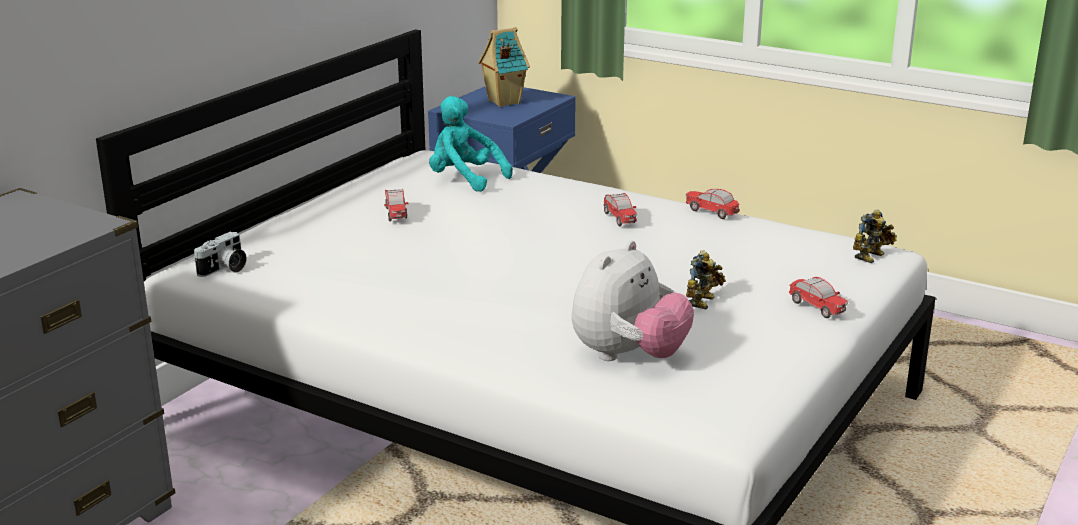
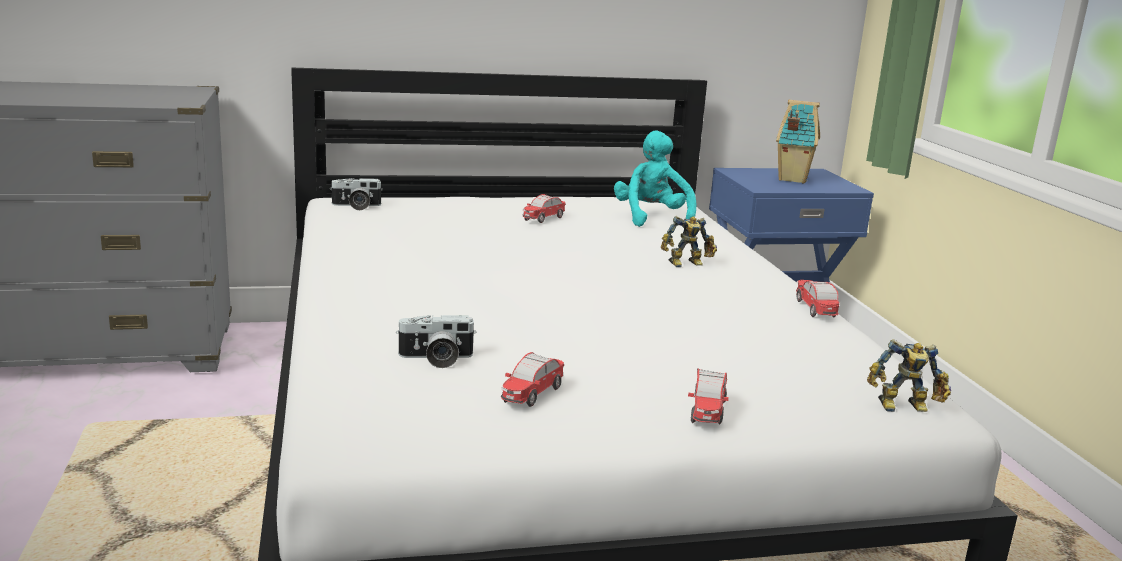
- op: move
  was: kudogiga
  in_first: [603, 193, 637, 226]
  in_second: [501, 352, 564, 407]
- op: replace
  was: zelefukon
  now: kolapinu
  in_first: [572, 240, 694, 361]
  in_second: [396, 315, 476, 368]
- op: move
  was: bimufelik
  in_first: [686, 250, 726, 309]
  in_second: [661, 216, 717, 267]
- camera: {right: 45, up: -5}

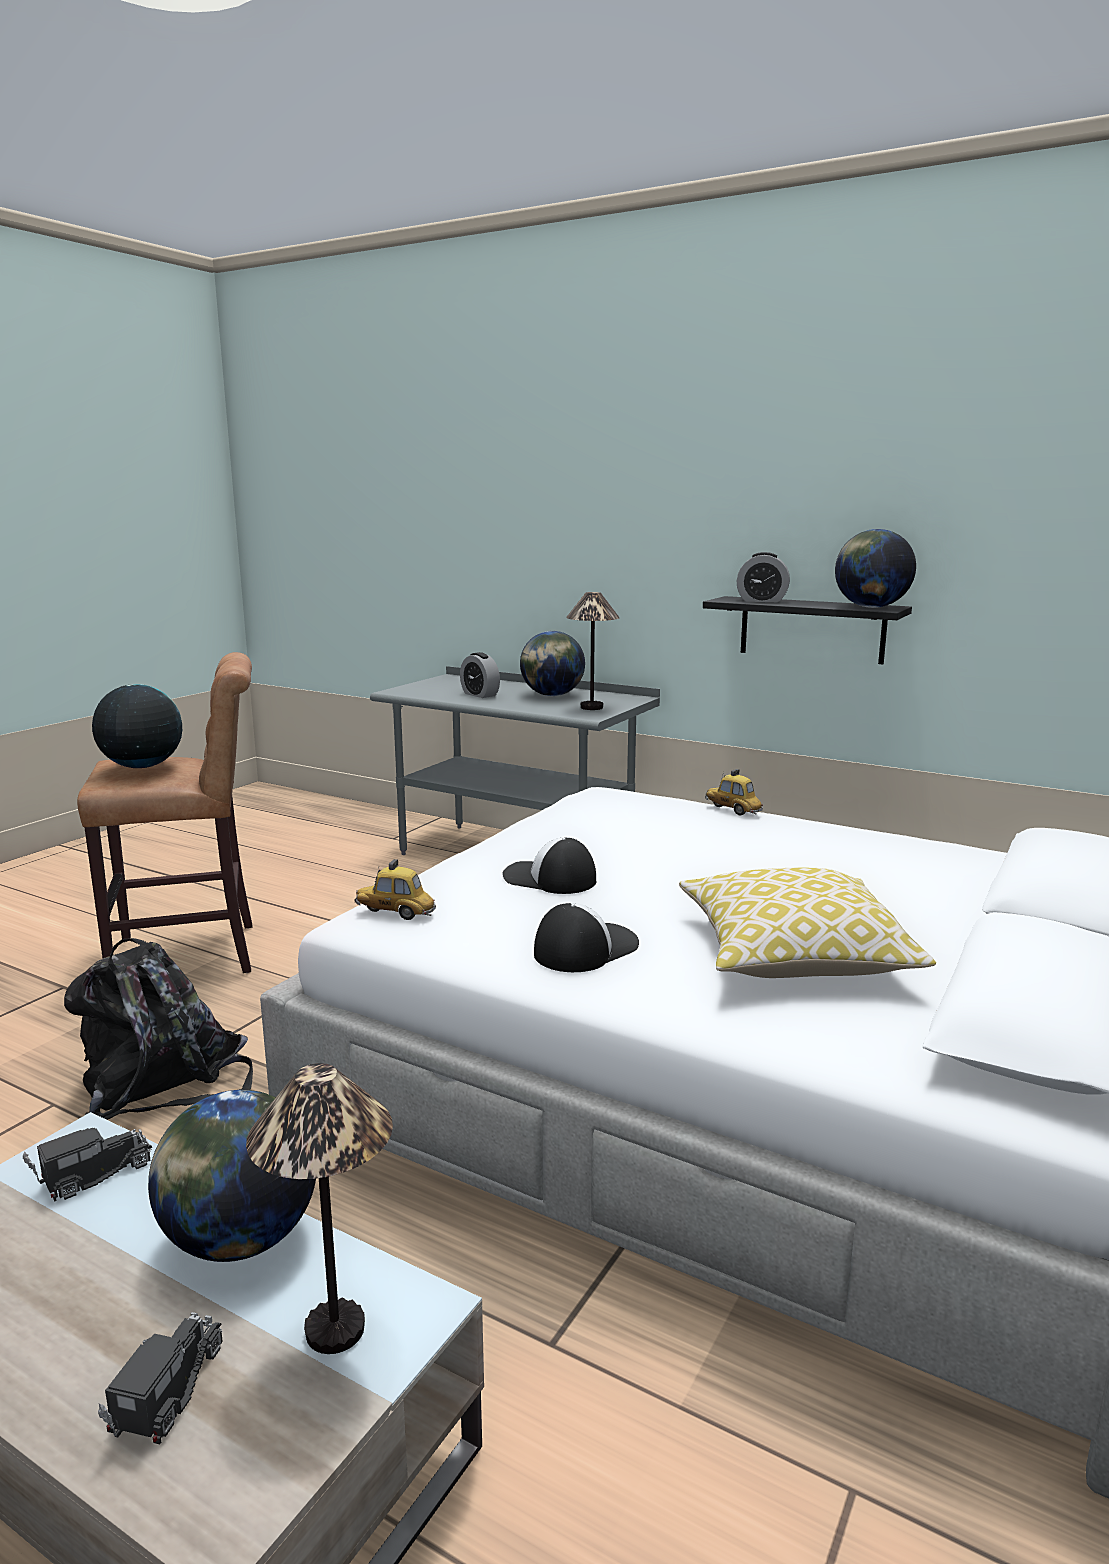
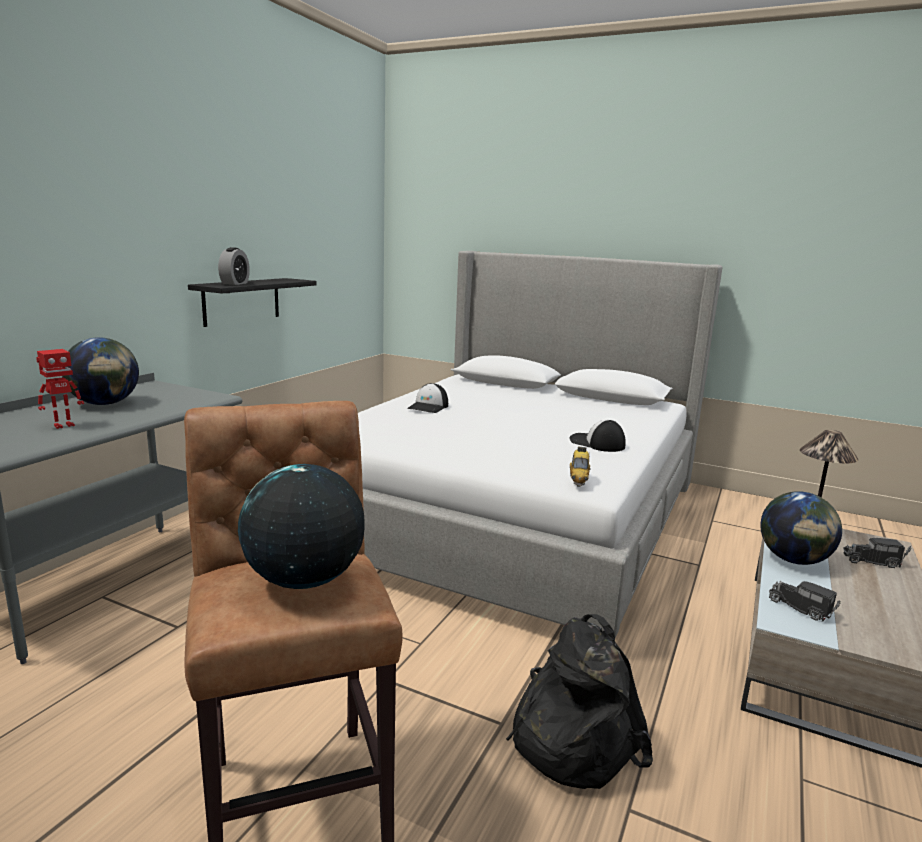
- op: delete
  was: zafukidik
  in_first: [835, 529, 916, 608]
- op: delete
  was: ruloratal
  in_first: [566, 592, 620, 710]
- op: replace
  was: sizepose
  now: bimufelik
  in_first: [460, 652, 500, 698]
  in_second: [36, 349, 84, 429]
- op: delete
  was: kudogiga
  in_first: [705, 769, 763, 816]
- op: move
  was: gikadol
  in_first: [502, 838, 596, 894]
  in_second: [407, 383, 448, 413]
- op: delete
  was: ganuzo
  in_first: [679, 868, 936, 978]
- camera: {right: -95, up: 0}

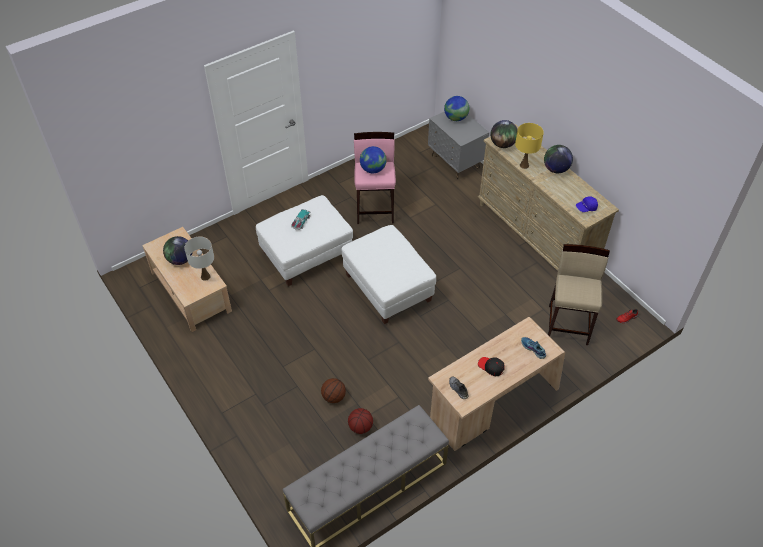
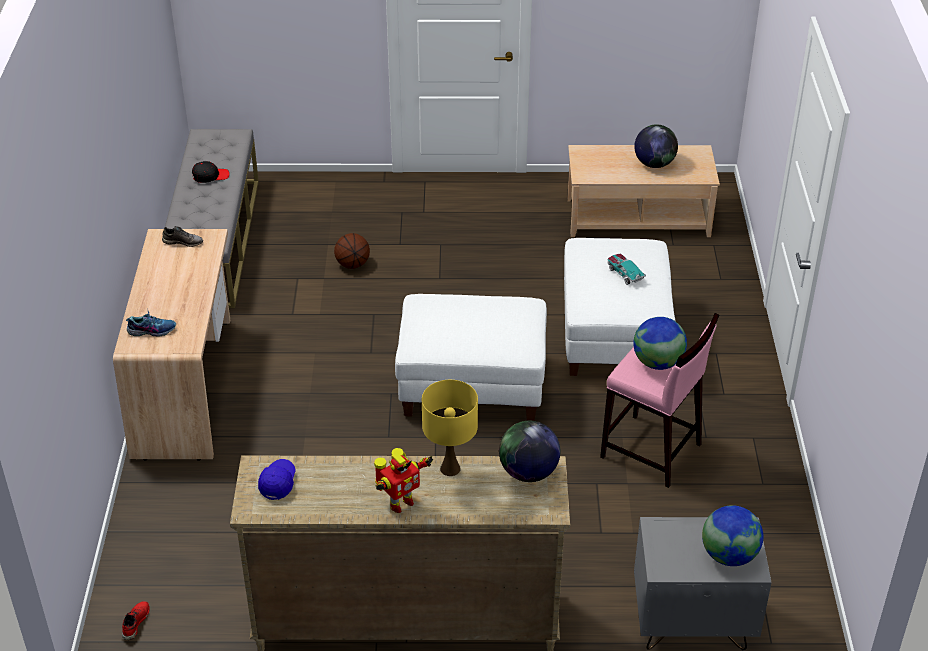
- op: replace
  was: zafukidik
  now: bimufelik
  in_first: [544, 145, 573, 173]
  in_second: [374, 448, 433, 513]
- op: delete
  was: white_ruloratal
  in_first: [184, 237, 214, 281]
- op: delete
  was: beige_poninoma
  in_first: [548, 244, 610, 345]
- op: move
  was: black_gikadol
  in_first: [478, 357, 505, 376]
  in_second: [192, 161, 230, 183]
- op: delete
  was: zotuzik
  in_first: [348, 408, 373, 434]
- camera: {right: 125, up: -10}

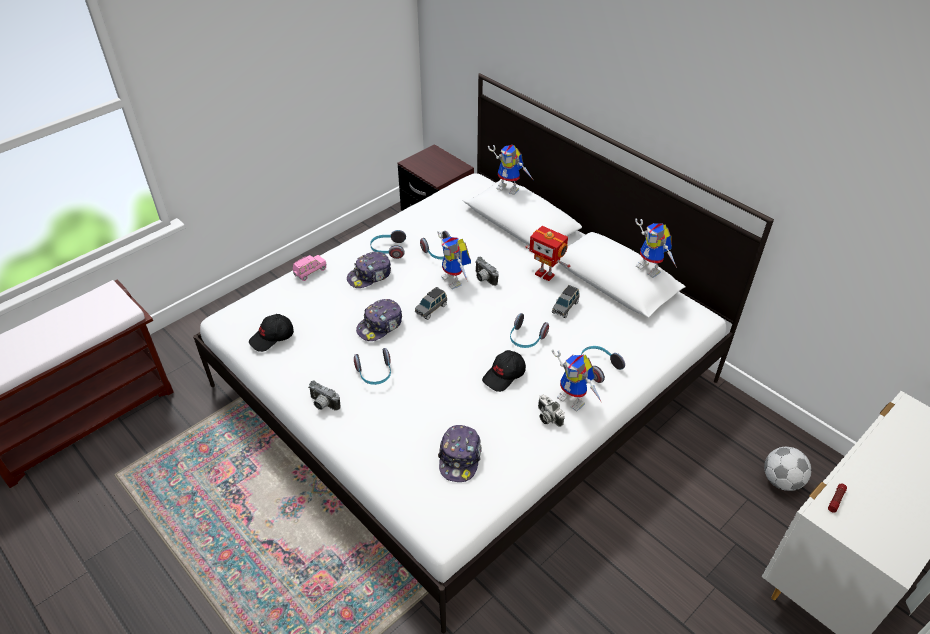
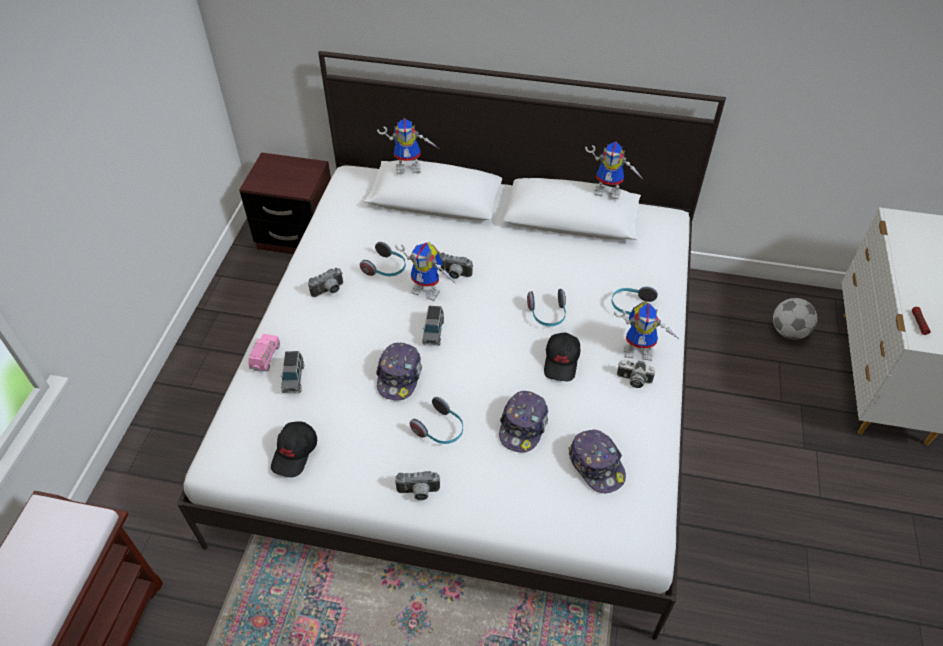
- op: delete
  was: bimufelik
  in_first: [525, 226, 570, 281]
- op: replace
  was: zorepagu
  now: kolapinu
  in_first: [370, 230, 406, 259]
  in_second: [308, 268, 343, 297]
- op: move
  was: gikadol
  in_first: [347, 252, 391, 288]
  in_second: [499, 391, 548, 453]
- op: move
  was: grey_kudogiga
  in_first: [552, 285, 579, 318]
  in_second: [281, 351, 304, 393]
- camera: {right: -35, up: 5}

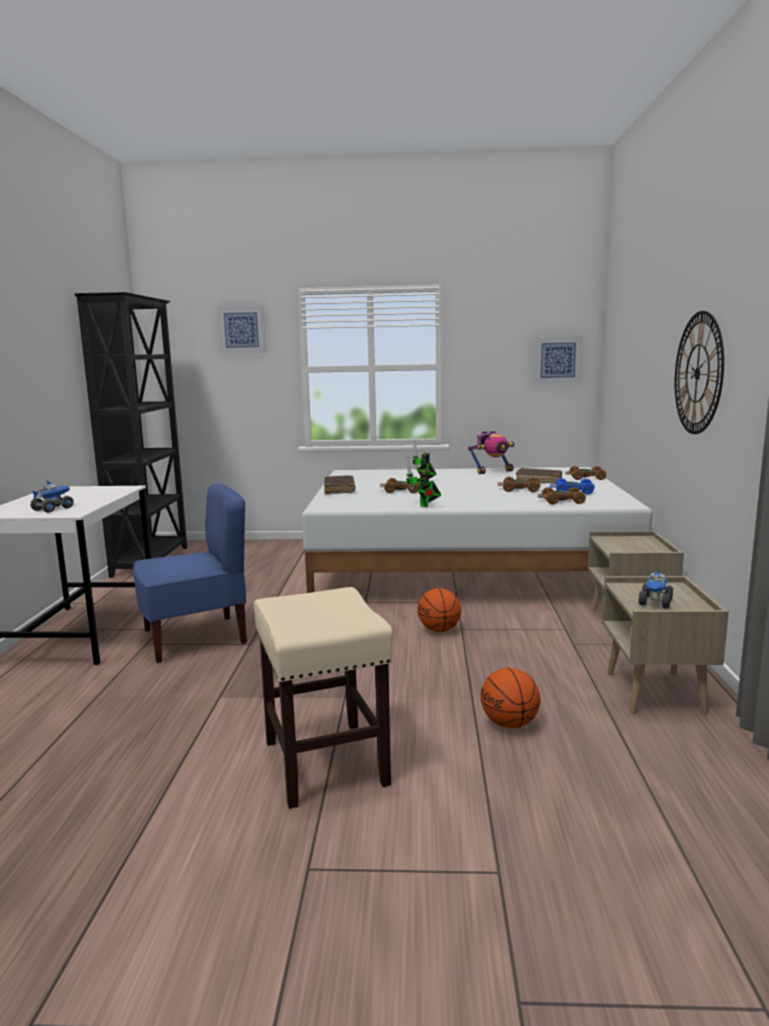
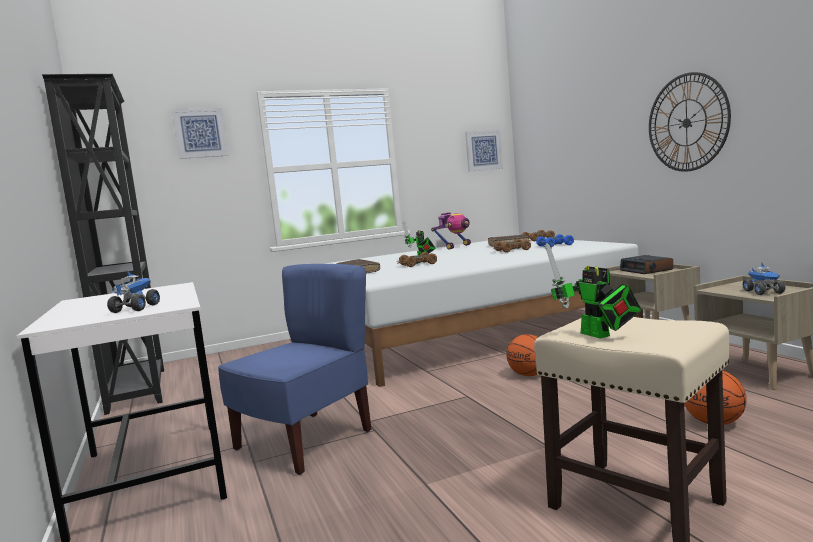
- op: move
  was: bimufelik
  in_first: [406, 455, 441, 507]
  in_second: [546, 243, 641, 339]
- op: delete
  was: brown_kudogiga
  in_first: [537, 487, 586, 504]
- op: insert
  now: sizepose
  in_second: [620, 255, 673, 274]
- camera: {right: -25, up: -5}

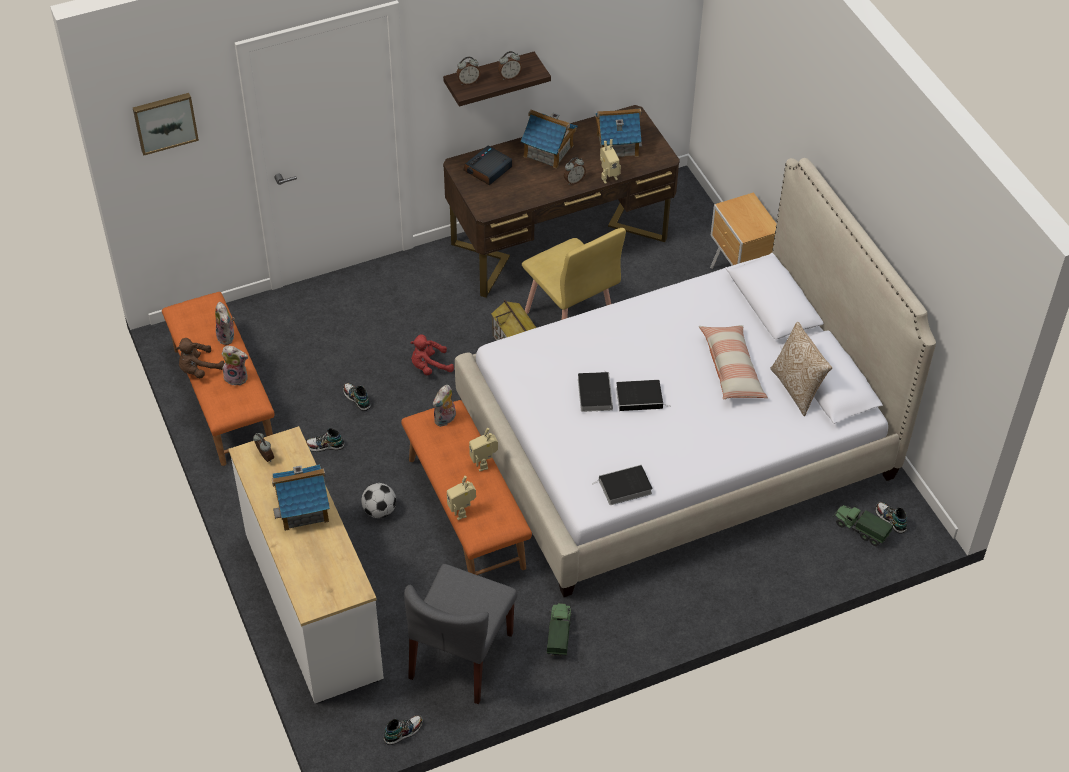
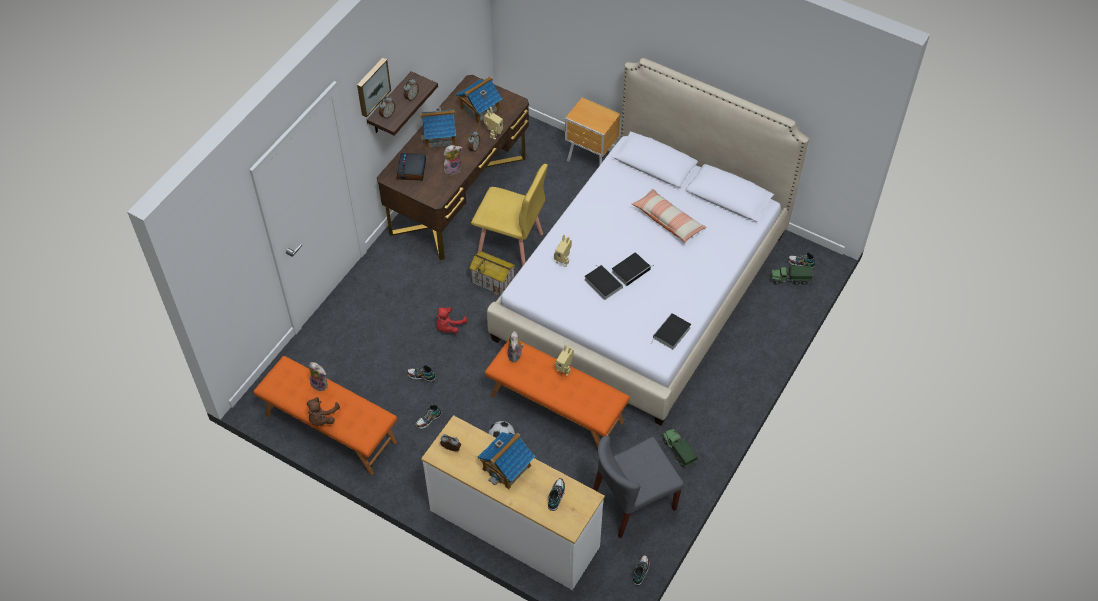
- op: move
  was: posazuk
  in_first: [133, 93, 199, 156]
  in_second: [357, 58, 391, 117]
- op: delete
  was: ganuzo
  in_first: [770, 322, 833, 416]
- op: move
  was: zelefukon
  in_first: [221, 346, 248, 386]
  in_second: [444, 145, 462, 175]
- op: move
  was: bimufelik
  in_first: [447, 476, 476, 520]
  in_second: [554, 234, 572, 267]
- op: rotate
  was: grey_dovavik
  in_first: [404, 564, 517, 704]
  in_second: [593, 436, 684, 538]
  clockwise: 75
- op: insert
  now: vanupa
  in_second: [548, 478, 565, 511]
- camera: {right: -35, up: 5}

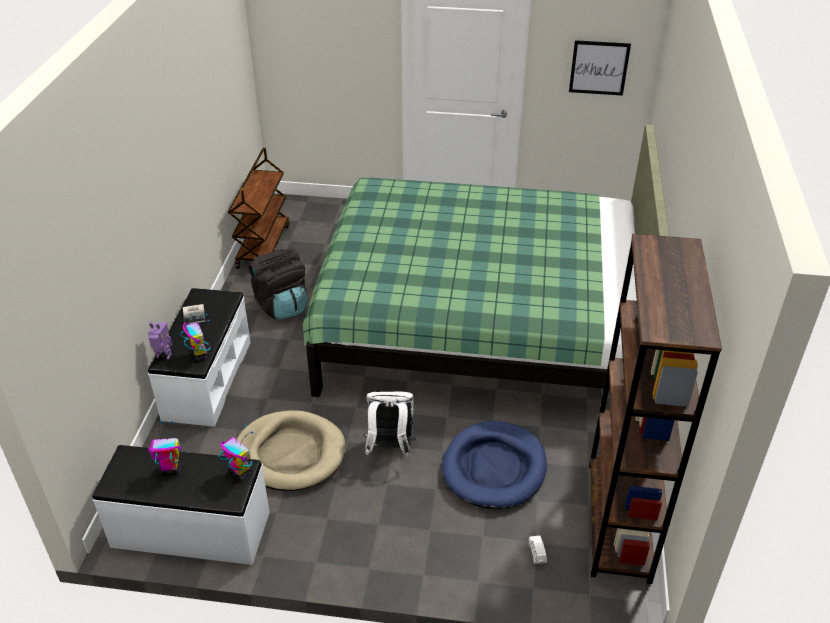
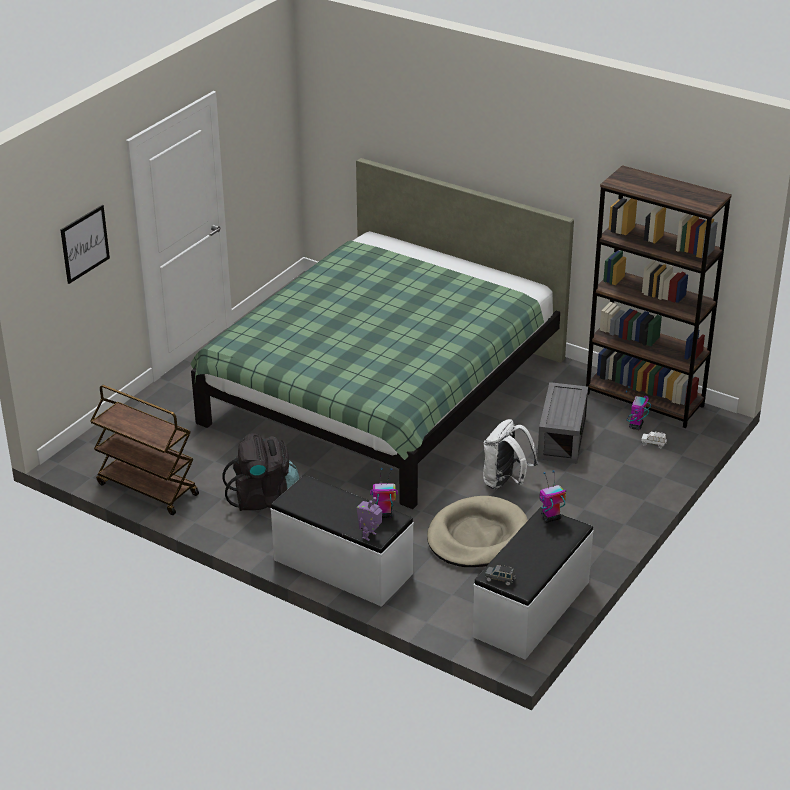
- op: move
  was: posazuk
  in_first: [569, 40, 631, 96]
  in_second: [60, 205, 110, 284]
- op: delete
  was: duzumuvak
  in_first: [183, 304, 205, 325]
- op: move
  was: bimufelik
  in_first: [148, 421, 181, 476]
  in_second: [626, 386, 651, 430]
- op: replace
  was: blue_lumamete
  now: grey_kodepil
  in_first: [442, 421, 547, 509]
  in_second: [537, 382, 588, 464]
- op: insert
  now: grey_kudogiga
  in_second: [485, 565, 516, 586]
- camera: {right: -65, up: -5}

